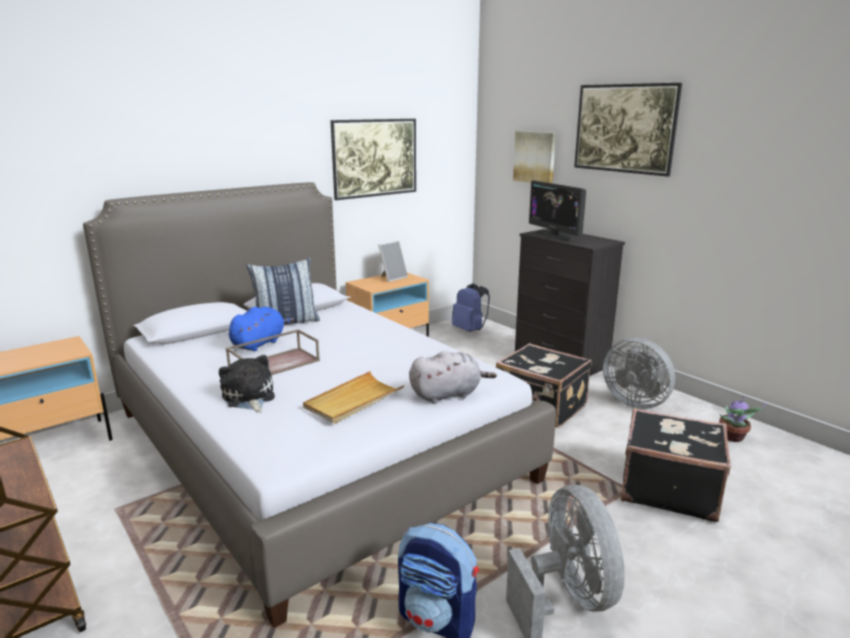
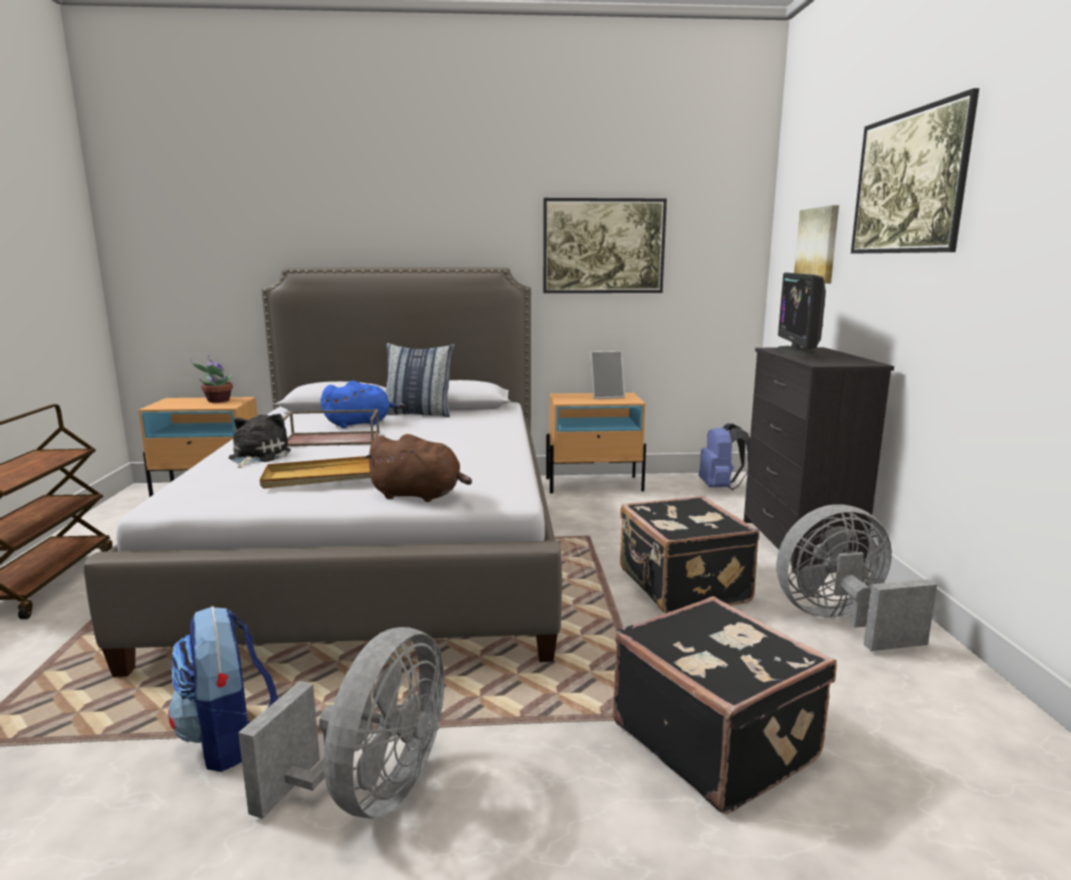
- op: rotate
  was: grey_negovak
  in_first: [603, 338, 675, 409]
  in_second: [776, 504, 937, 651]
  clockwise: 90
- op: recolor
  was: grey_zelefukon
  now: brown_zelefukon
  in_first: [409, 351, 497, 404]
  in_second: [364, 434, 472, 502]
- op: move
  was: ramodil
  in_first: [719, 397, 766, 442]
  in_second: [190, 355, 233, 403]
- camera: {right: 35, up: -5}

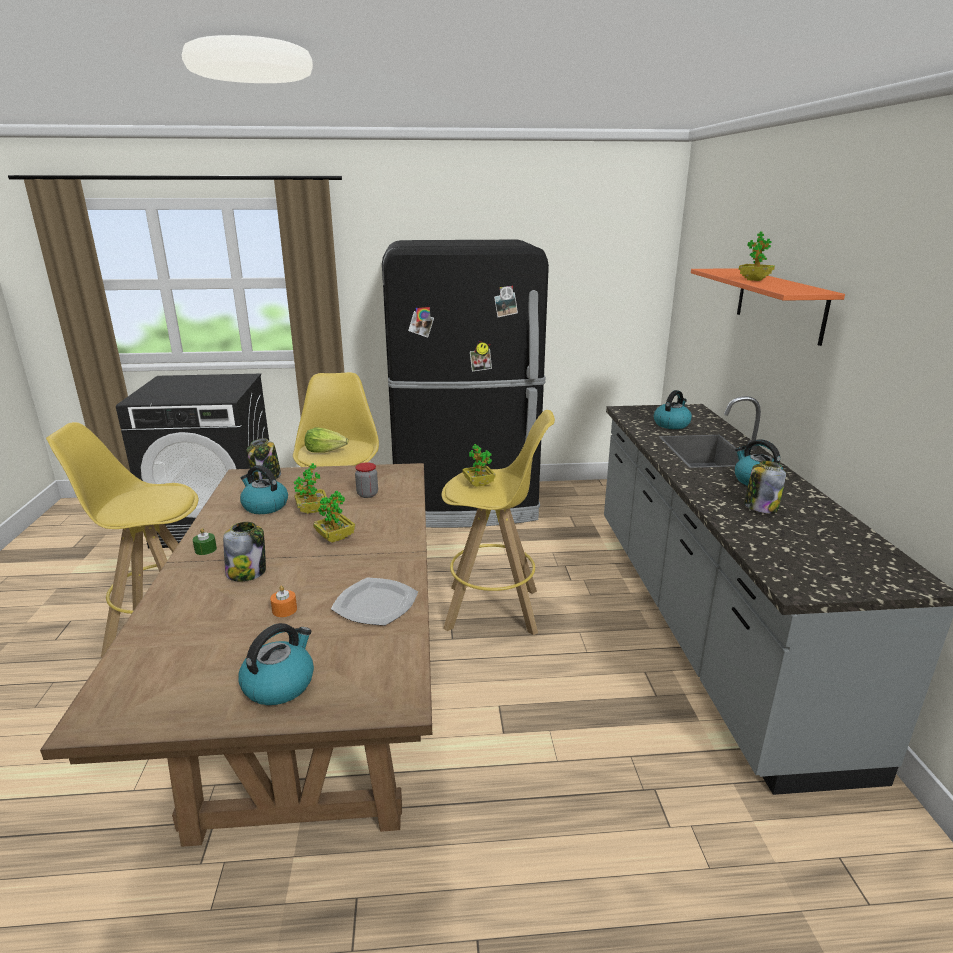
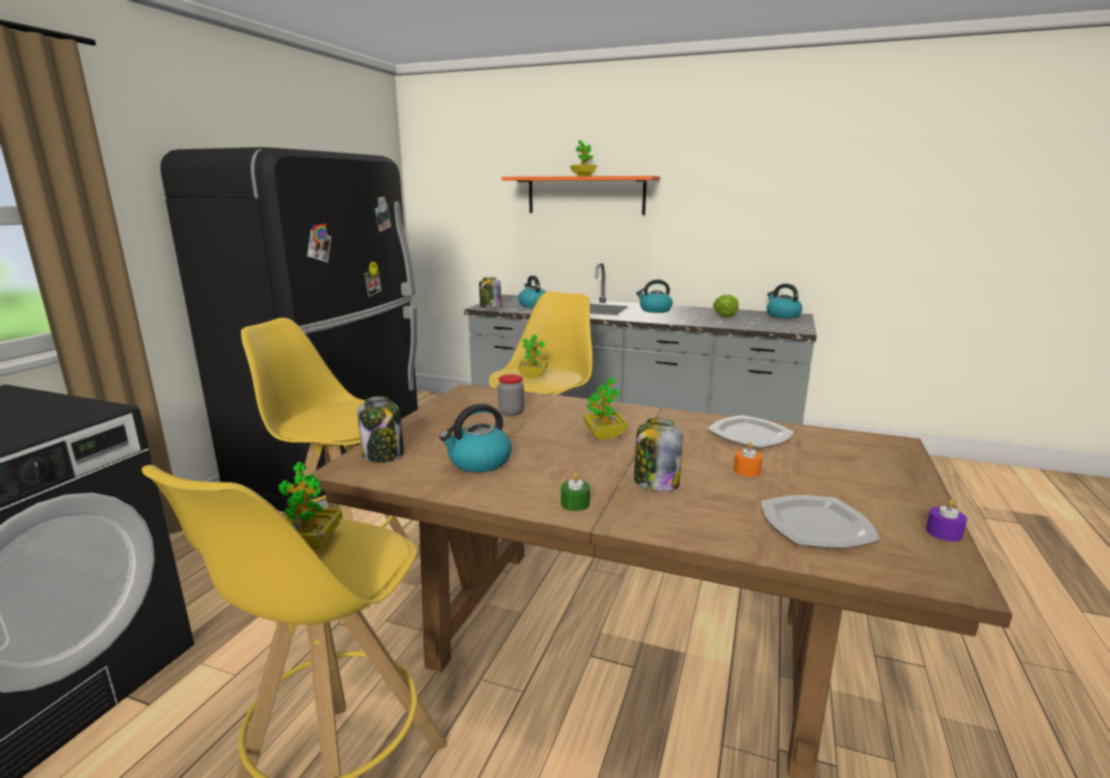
- op: move
  was: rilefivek
  in_first: [305, 428, 348, 453]
  in_second: [713, 295, 739, 317]
- op: move
  was: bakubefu
  in_first: [744, 460, 786, 514]
  in_second: [479, 277, 502, 308]
- op: move
  was: ramodil
  in_first: [294, 463, 327, 514]
  in_second: [279, 462, 342, 550]
- op: move
  was: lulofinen
  in_first: [239, 623, 314, 705]
  in_second: [767, 284, 802, 319]
- op: insert
  now: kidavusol
  in_second: [762, 495, 881, 548]
- op: insert
  now: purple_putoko
  in_second: [926, 499, 967, 542]
- camera: {right: -65, up: -5}

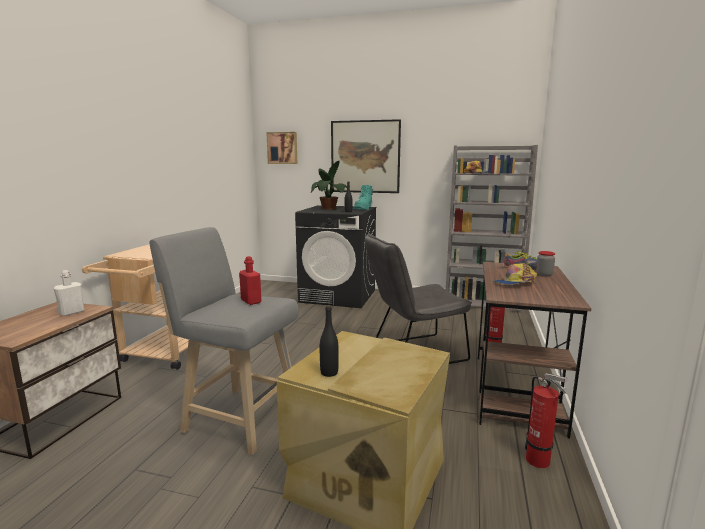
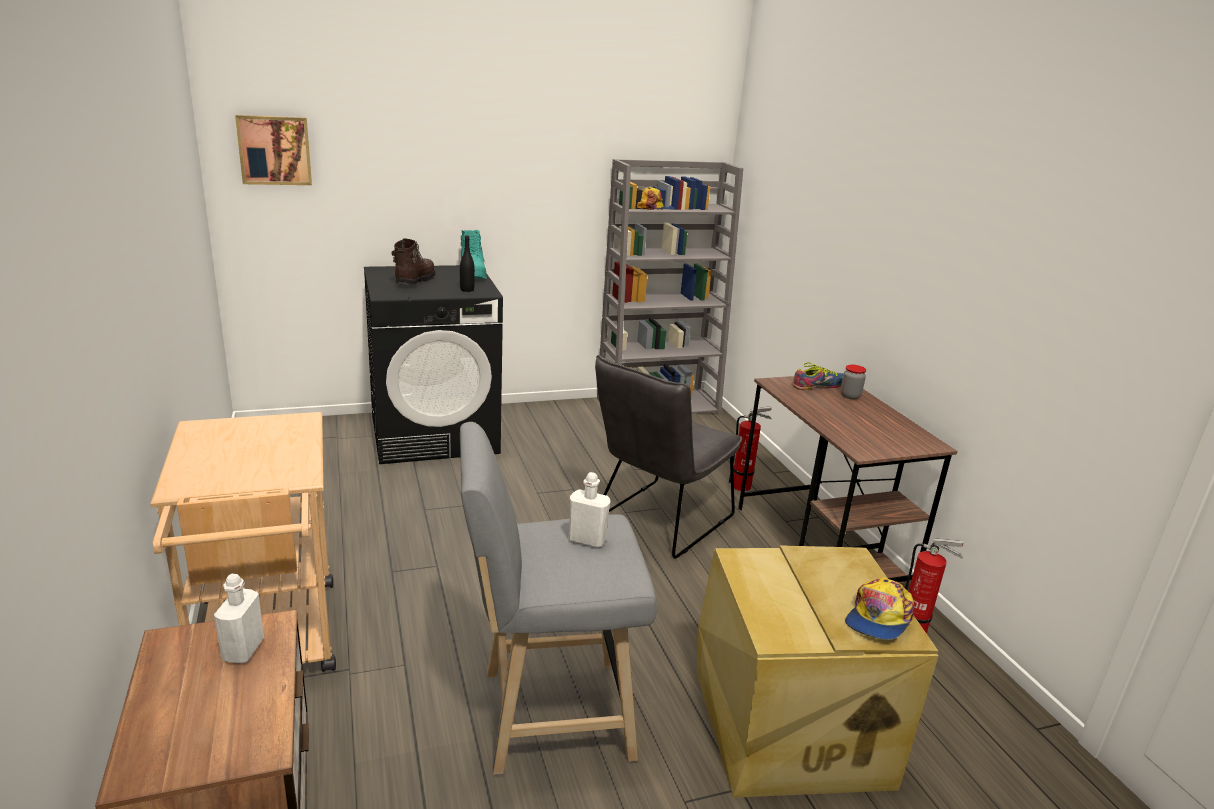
- op: delete
  was: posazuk
  in_first: [331, 119, 401, 193]
- op: replace
  was: ramodil
  now: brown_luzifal
  in_first: [311, 160, 347, 210]
  in_second: [391, 238, 436, 285]
- op: recolor
  was: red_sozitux
  now: white_sozitux
  in_first: [239, 256, 261, 305]
  in_second: [569, 472, 610, 548]
- op: move
  was: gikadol
  in_first: [493, 263, 537, 284]
  in_second: [845, 577, 914, 640]
- op: delete
  was: black_sozitux
  in_first: [320, 305, 339, 377]
- camera: {right: -35, up: 10}

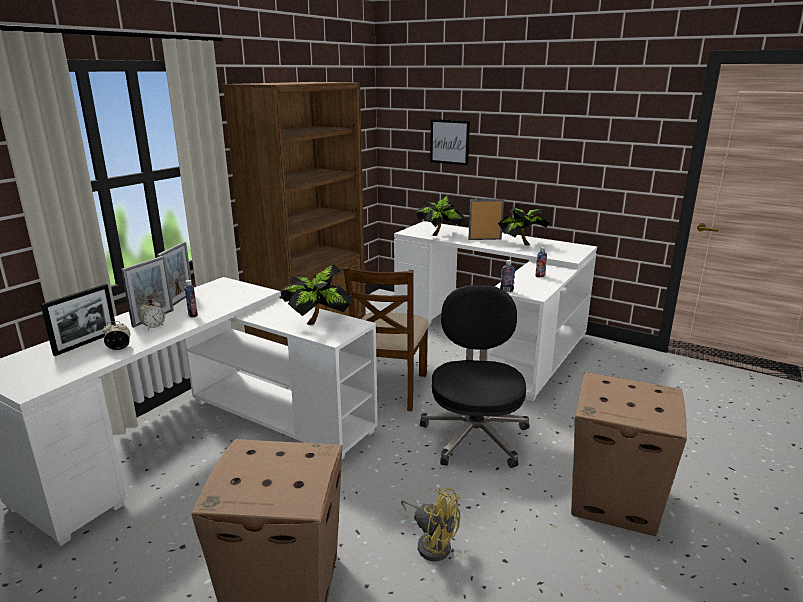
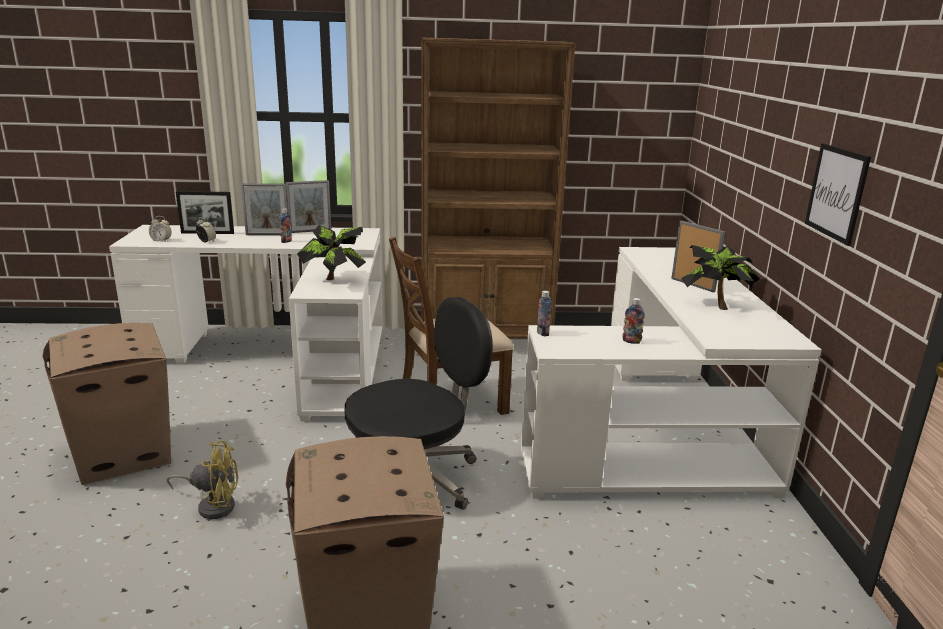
- op: move
  was: posazuk
  in_first: [430, 119, 470, 166]
  in_second: [805, 143, 871, 246]
- op: delete
  was: ramodil
  in_first: [416, 195, 464, 236]
- op: move
  was: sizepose
  in_first: [139, 299, 165, 330]
  in_second: [149, 216, 171, 242]
- op: rotate
  was: yellow_negovak
  in_first: [401, 488, 460, 561]
  in_second: [167, 441, 238, 519]
  clockwise: -90
- camera: {right: 55, up: 0}

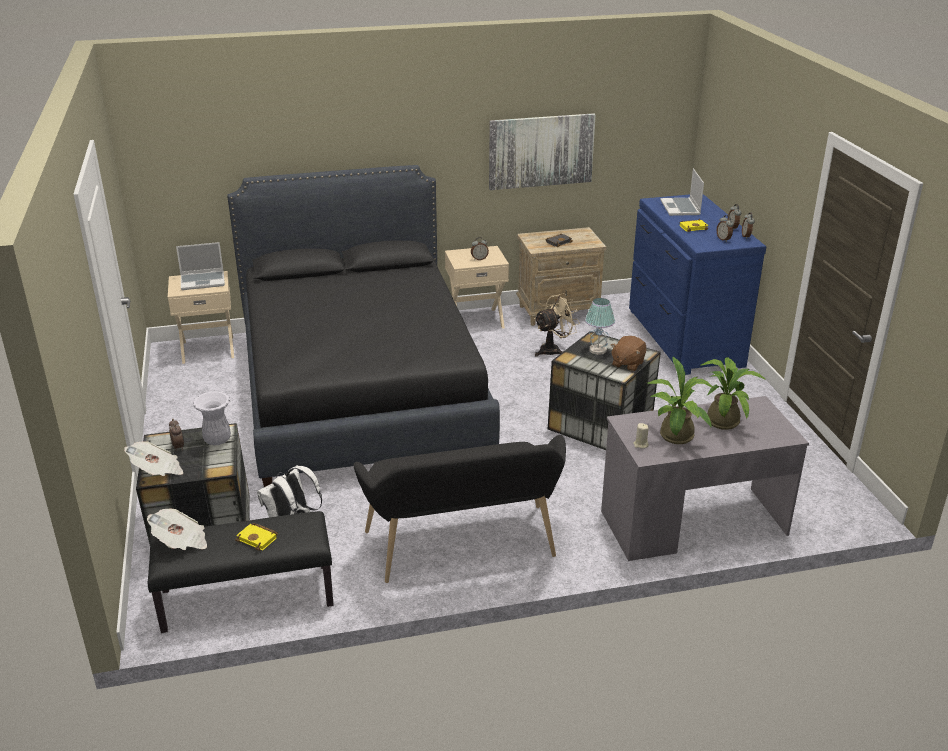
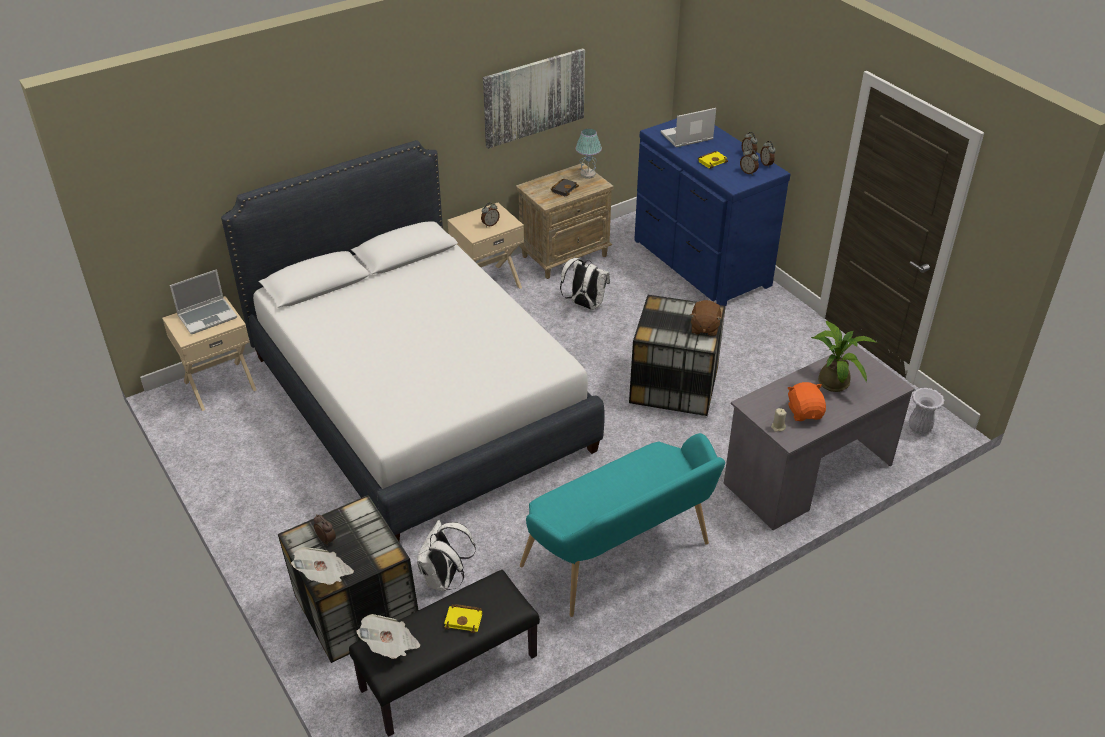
- op: recolor
  was: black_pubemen
  now: white_pubemen
  in_first: [227, 165, 500, 487]
  in_second: [221, 140, 605, 542]
- op: rotate
  was: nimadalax
  in_first: [660, 169, 704, 216]
  in_second: [660, 108, 716, 147]
  clockwise: 90
- op: replace
  was: beige_negovak
  now: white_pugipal
  in_first: [534, 293, 580, 357]
  in_second: [560, 257, 610, 310]
- op: move
  was: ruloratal
  in_first: [585, 298, 615, 355]
  in_second: [576, 129, 602, 179]
- op: replace
  was: ramodil
  now: orange_zelefukon
  in_first: [647, 356, 716, 444]
  in_second: [788, 382, 826, 421]
- op: move
  was: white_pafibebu
  in_first: [193, 391, 231, 445]
  in_second: [909, 388, 945, 434]
- op: recolor
  was: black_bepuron
  now: turquoise_bepuron
  in_first: [354, 435, 566, 583]
  in_second: [520, 433, 725, 617]
- camera: {right: -20, up: 10}

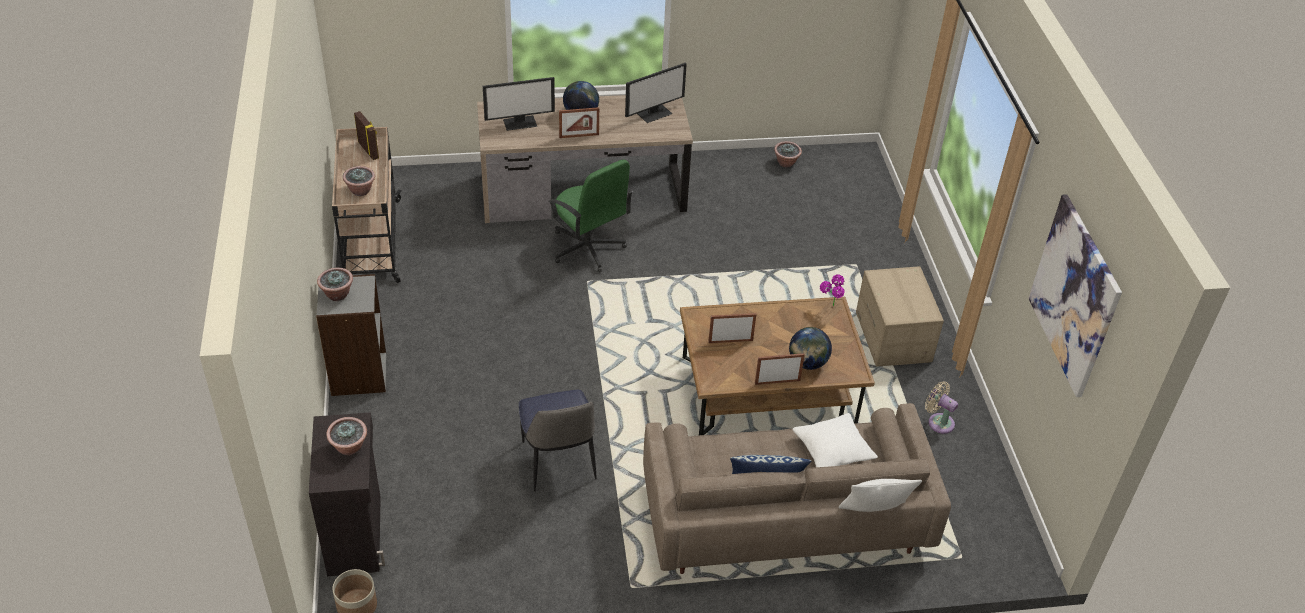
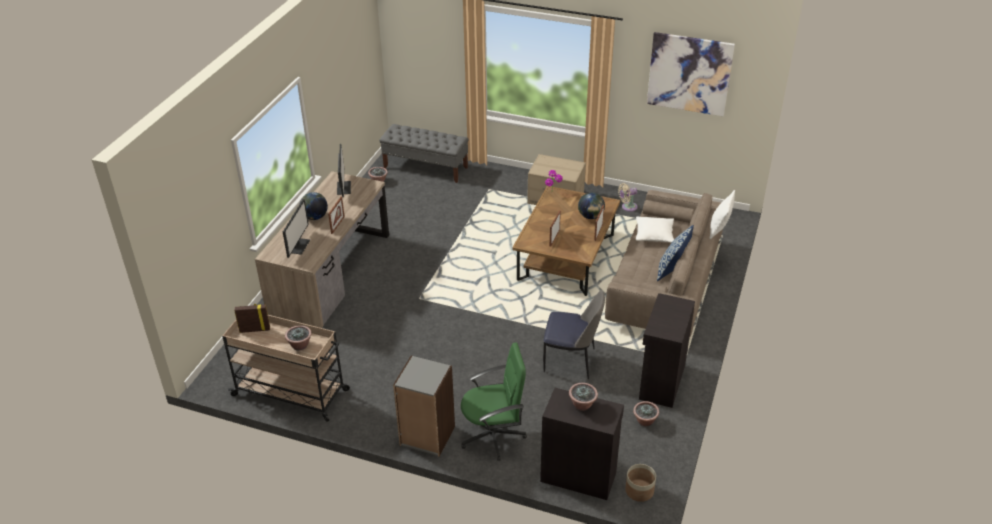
- op: move
  was: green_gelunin
  in_first: [548, 159, 633, 272]
  in_second: [461, 342, 527, 461]
- op: move
  was: ramodil
  in_first: [317, 268, 353, 301]
  in_second: [633, 401, 659, 426]
- op: insert
  now: grey_bepuron
  in_second: [379, 124, 469, 183]
- op: insert
  now: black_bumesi
  in_second: [639, 293, 695, 408]
- camera: {right: -60, up: -5}

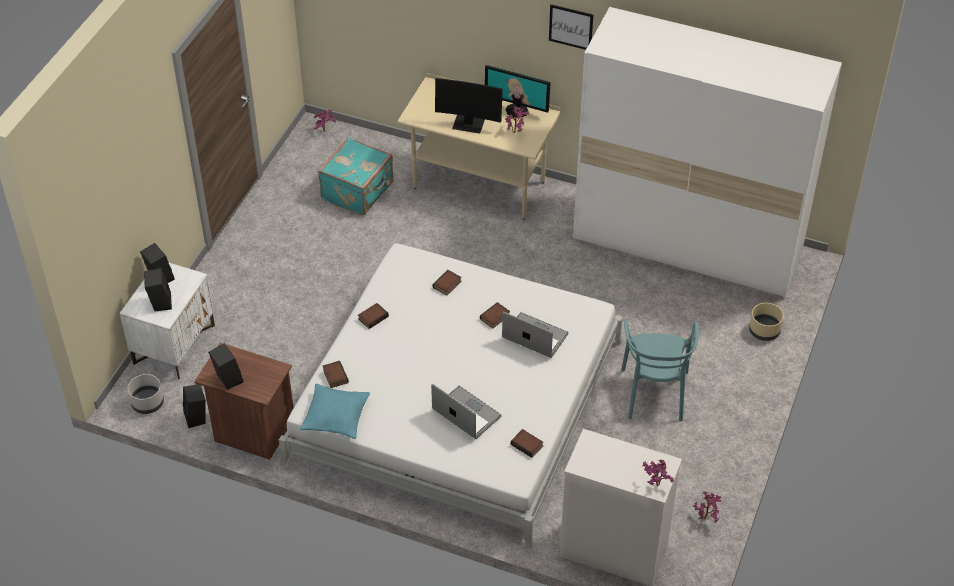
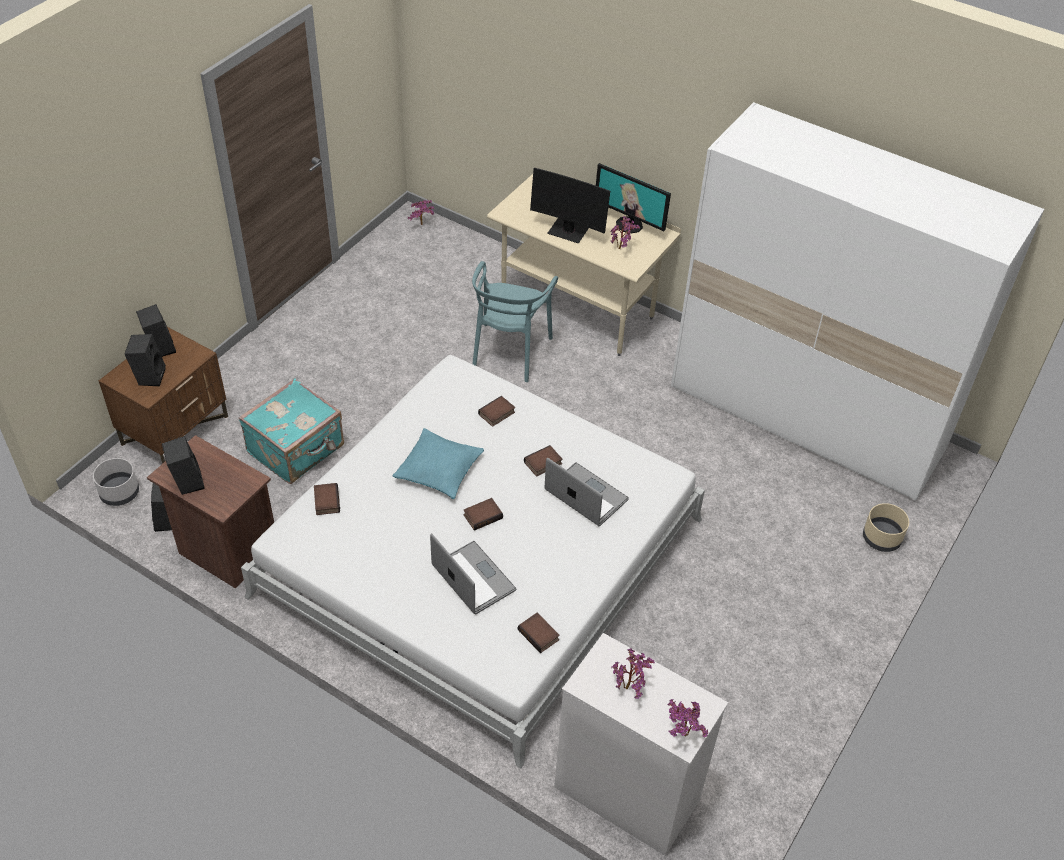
- op: delete
  was: posazuk
  in_first: [549, 4, 593, 50]
- op: move
  was: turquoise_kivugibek
  in_first: [318, 137, 393, 215]
  in_second: [239, 378, 344, 484]
- op: recolor
  was: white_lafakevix
  now: brown_lafakevix
  in_first: [119, 263, 215, 379]
  in_second: [99, 327, 228, 464]
- op: move
  was: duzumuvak
  in_first: [358, 303, 389, 329]
  in_second: [463, 498, 503, 531]
- op: move
  was: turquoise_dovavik
  in_first: [621, 319, 699, 421]
  in_second: [472, 261, 558, 382]
- op: move
  was: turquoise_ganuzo
  in_first: [300, 384, 370, 439]
  in_second: [392, 428, 484, 499]
- op: move
  was: ramodil
  in_first: [693, 492, 722, 523]
  in_second: [611, 648, 655, 699]
- camera: {right: 10, up: 0}

